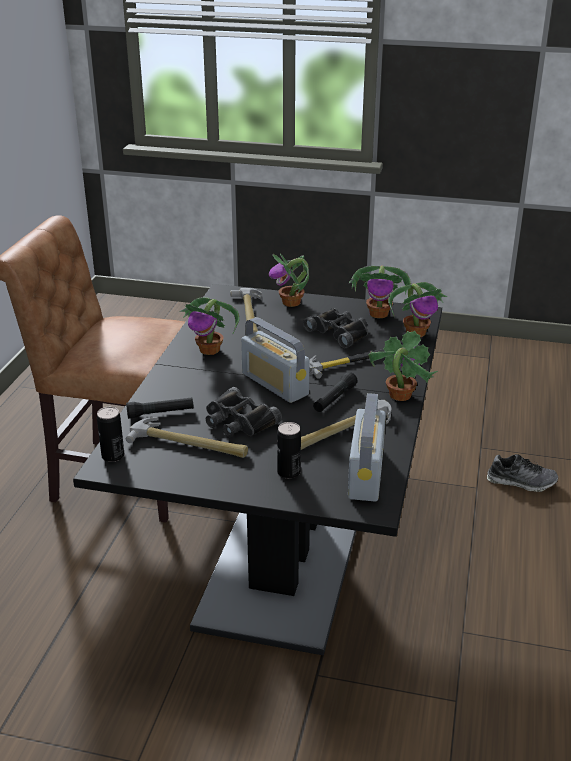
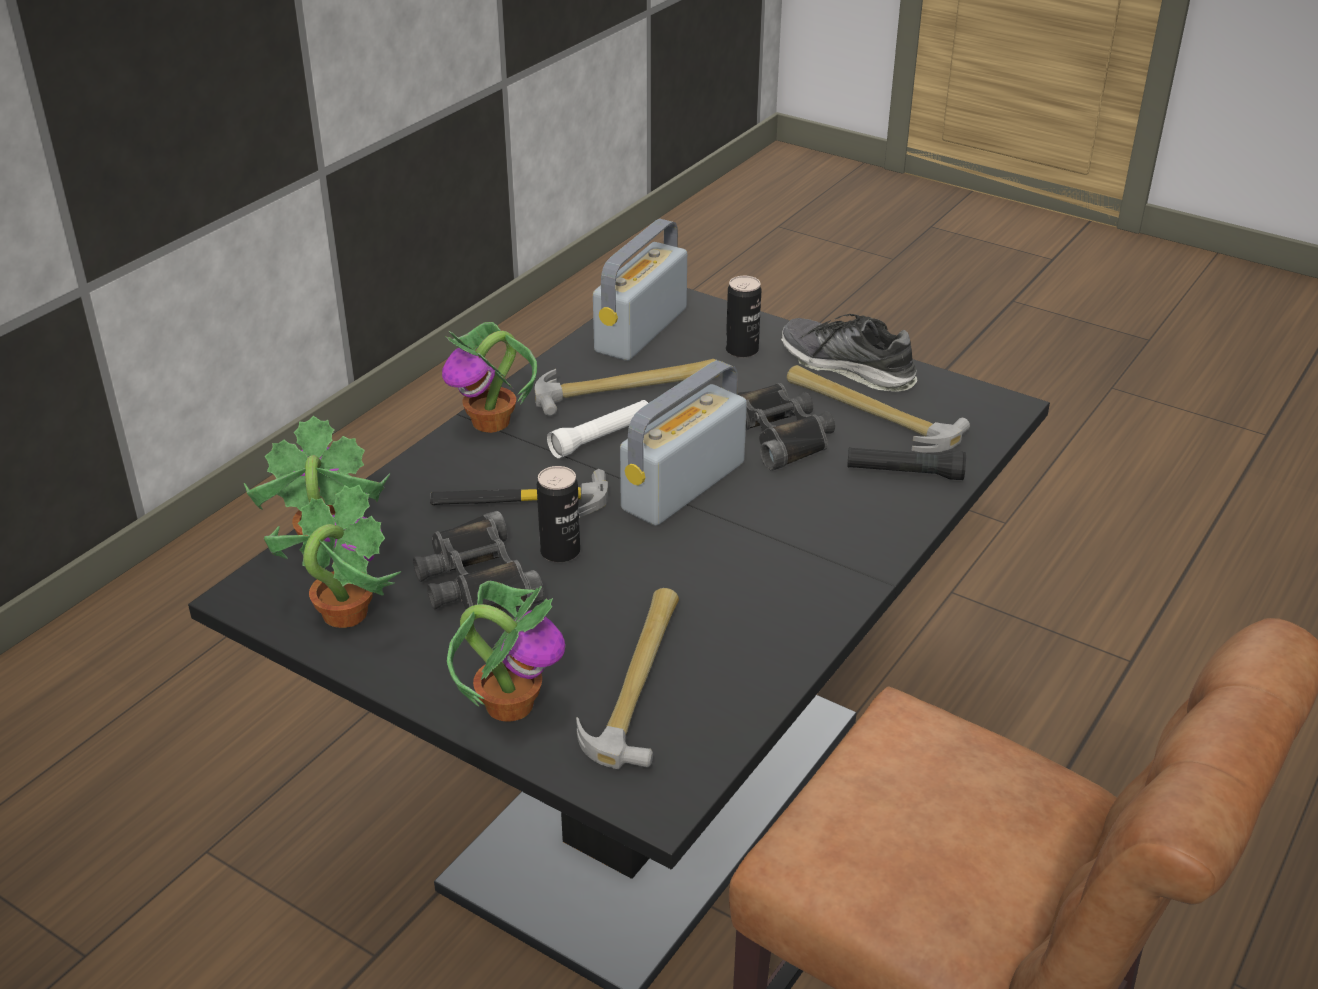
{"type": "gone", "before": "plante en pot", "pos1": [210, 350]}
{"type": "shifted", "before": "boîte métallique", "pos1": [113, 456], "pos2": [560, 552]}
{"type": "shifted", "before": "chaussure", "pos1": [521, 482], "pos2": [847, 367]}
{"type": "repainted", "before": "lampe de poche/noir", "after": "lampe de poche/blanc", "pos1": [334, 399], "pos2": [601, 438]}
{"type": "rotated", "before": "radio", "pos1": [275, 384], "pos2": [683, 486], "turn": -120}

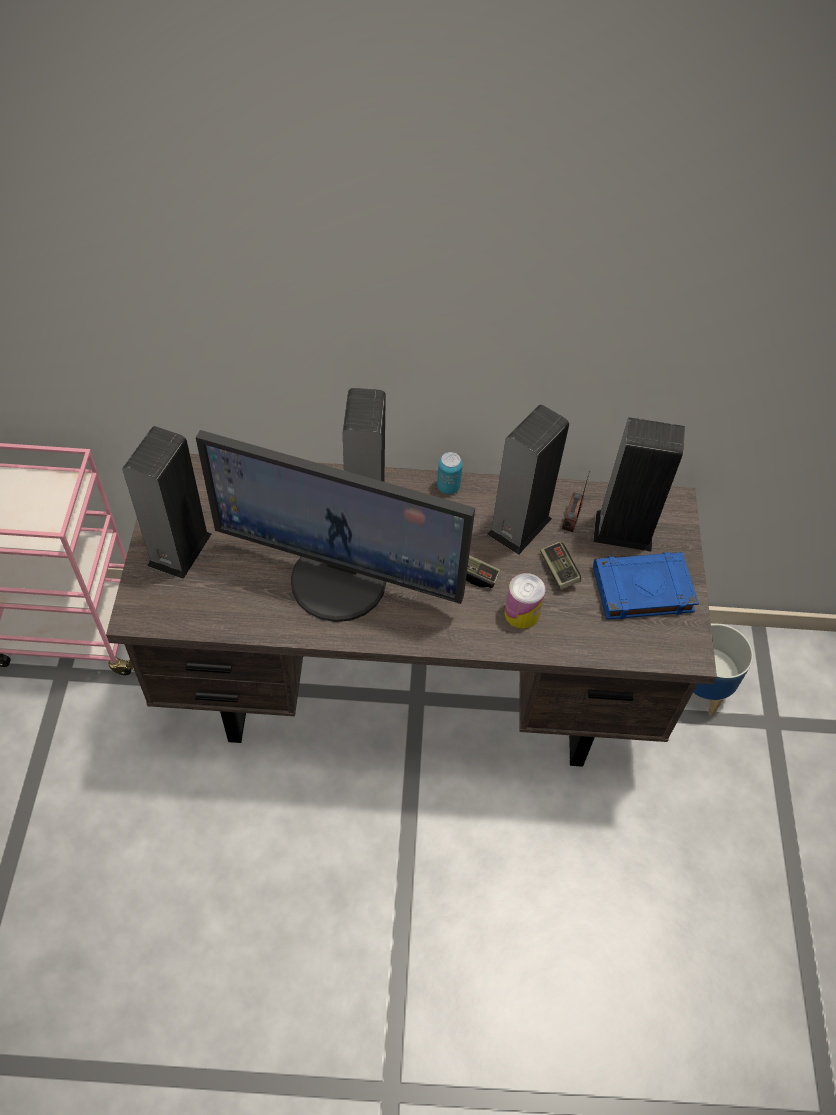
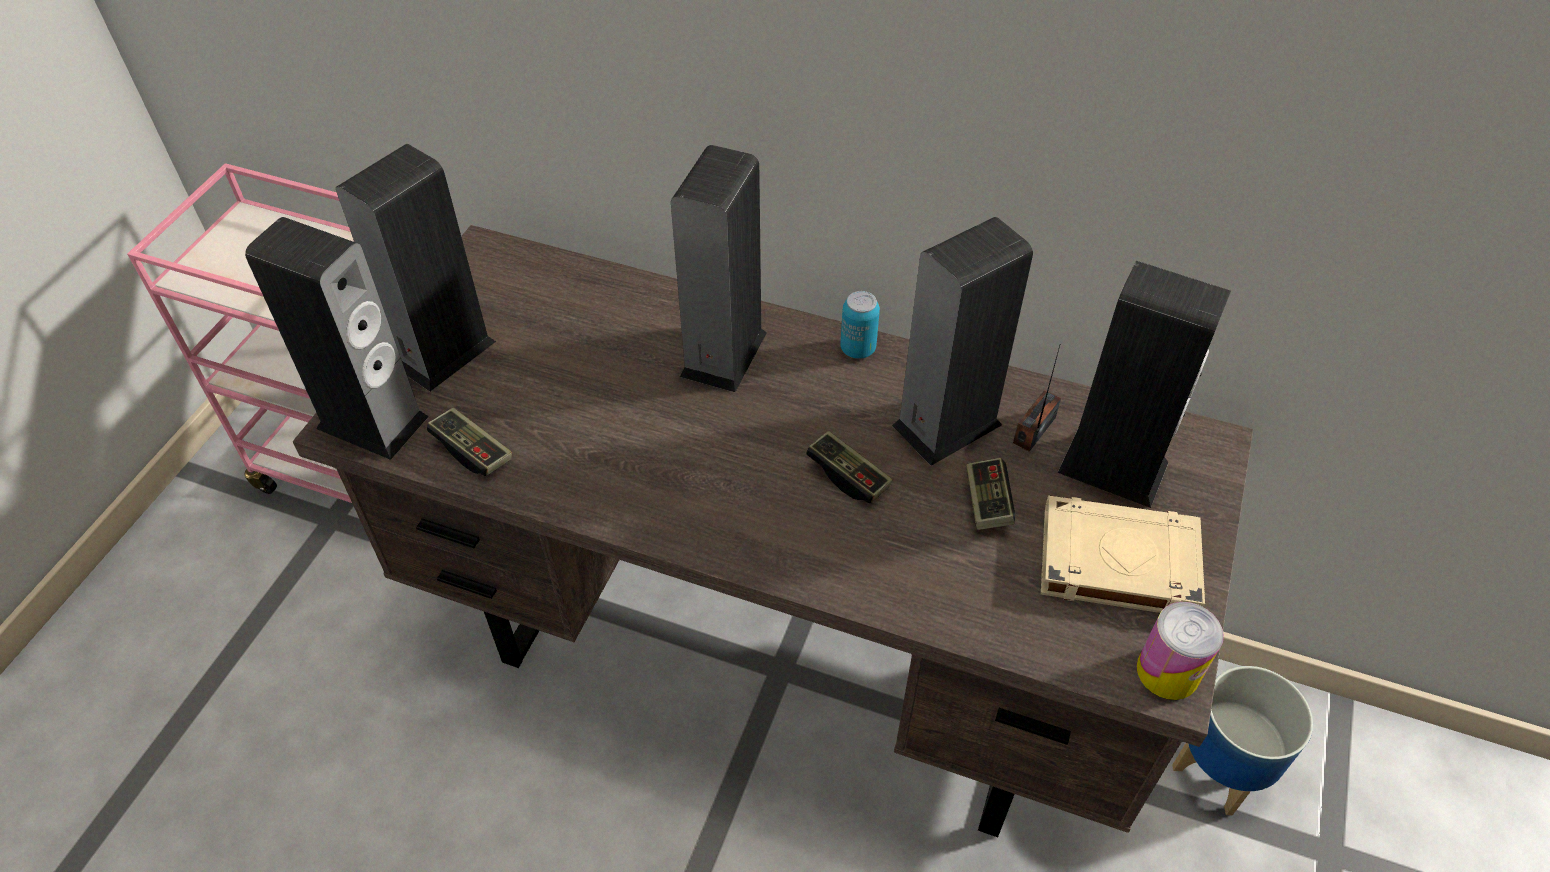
{"type": "gone", "before": "écran d'ordinateur", "pos1": [340, 579]}
{"type": "new", "after": "enceinte", "pos2": [372, 422]}
{"type": "new", "after": "manette", "pos2": [472, 451]}
{"type": "shifted", "before": "boîte métallique", "pos1": [521, 613], "pos2": [1167, 671]}
{"type": "repainted", "before": "livre/bleu", "after": "livre/beige", "pos1": [641, 590], "pos2": [1115, 562]}

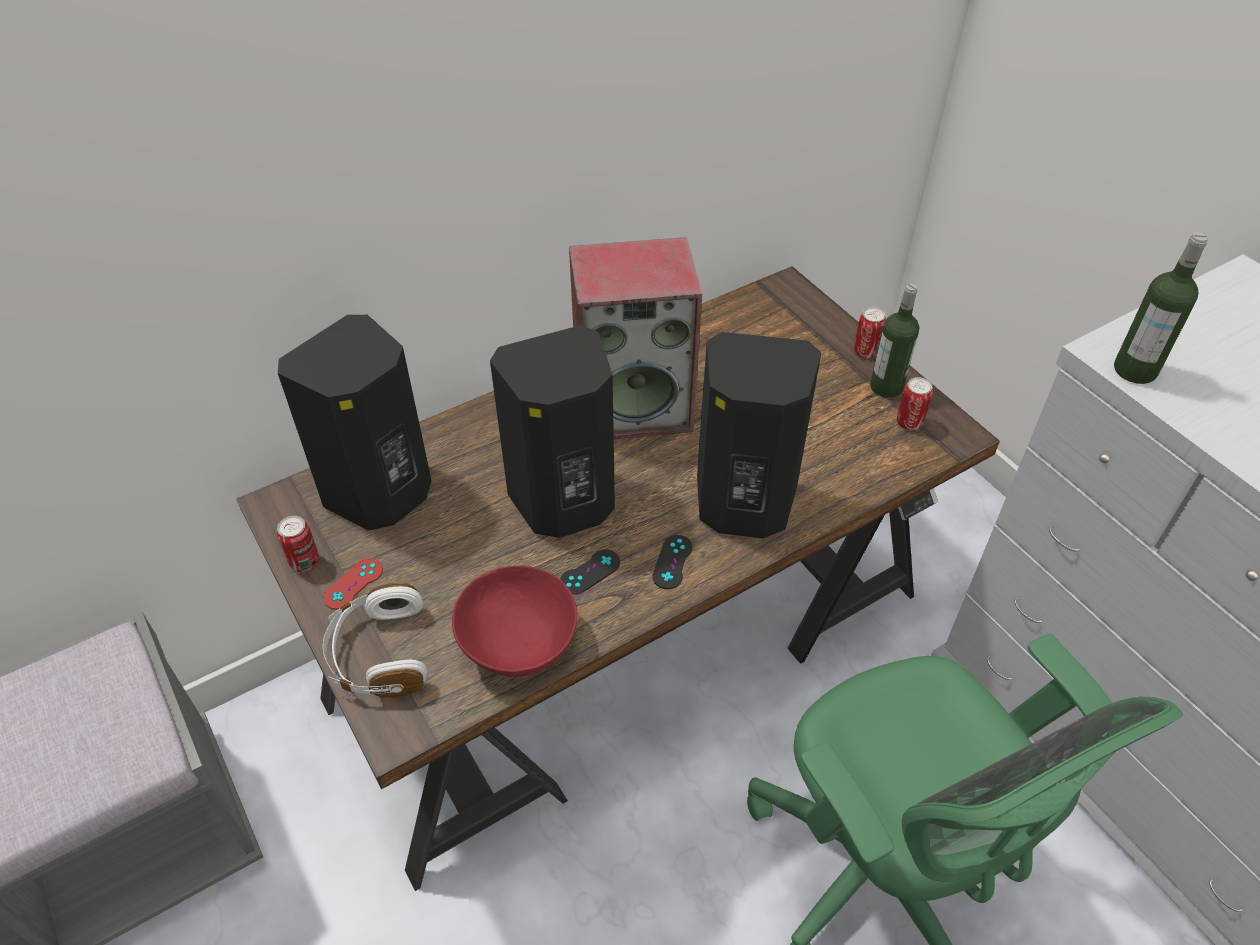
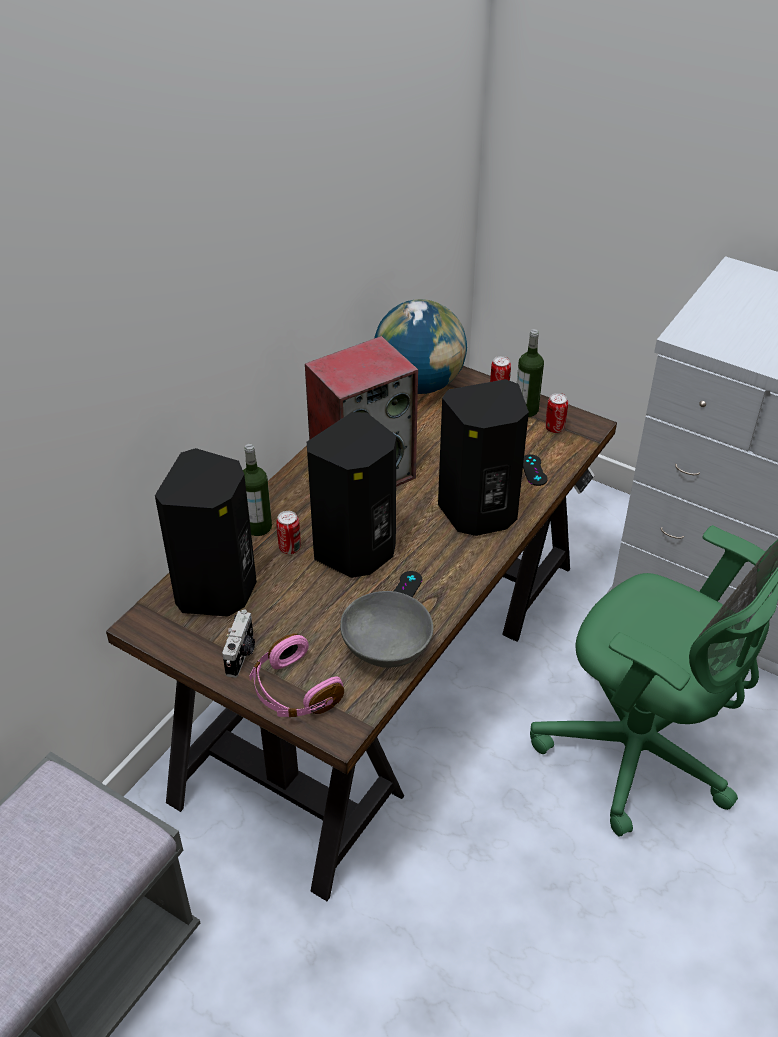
{"type": "new", "after": "globe", "pos2": [419, 384]}
{"type": "shifted", "before": "boîte métallique", "pos1": [305, 562], "pos2": [290, 548]}
{"type": "shifted", "before": "manette/noir", "pos1": [672, 562], "pos2": [534, 470]}
{"type": "shifted", "before": "bouteille", "pos1": [1135, 370], "pos2": [258, 527]}
{"type": "swapped", "before": "manette/rouge", "after": "appareil photo", "pos1": [353, 584], "pos2": [241, 654]}
{"type": "repainted", "before": "casque audio/blanc", "after": "casque audio/rose", "pos1": [378, 655], "pos2": [293, 691]}
{"type": "repainted", "before": "bol/rouge", "after": "bol/gris", "pos1": [519, 643], "pos2": [386, 649]}

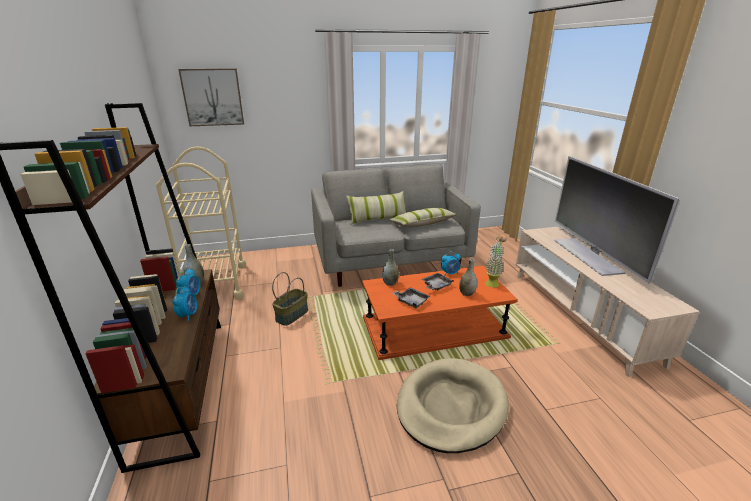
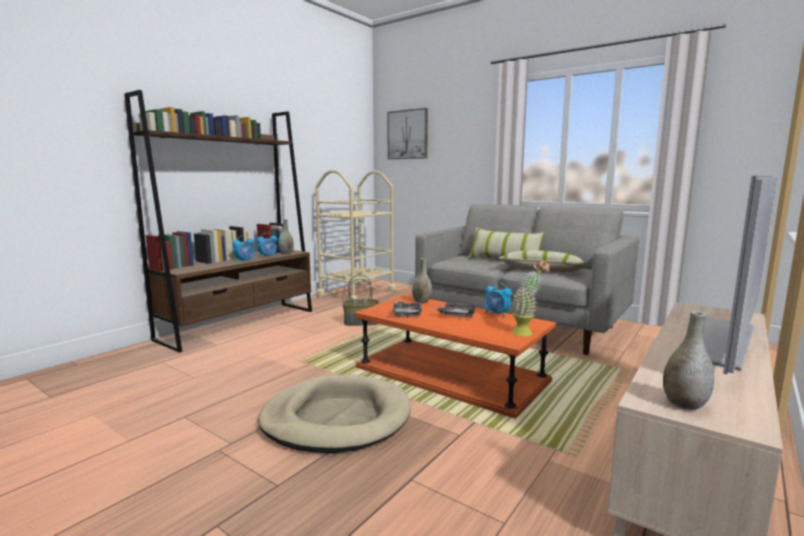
{"type": "shifted", "before": "vase/gris", "pos1": [467, 293], "pos2": [684, 404]}

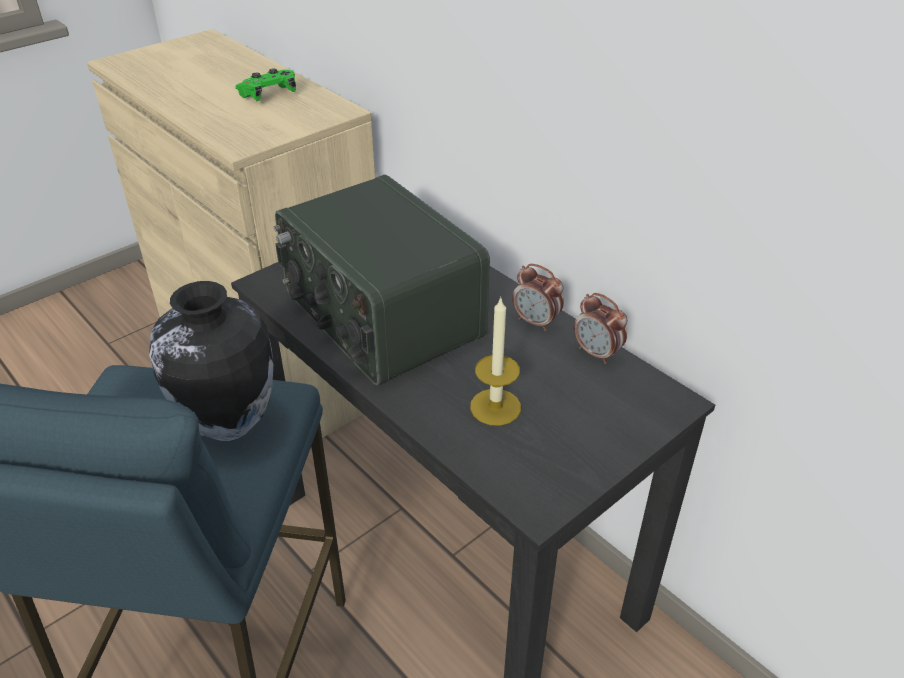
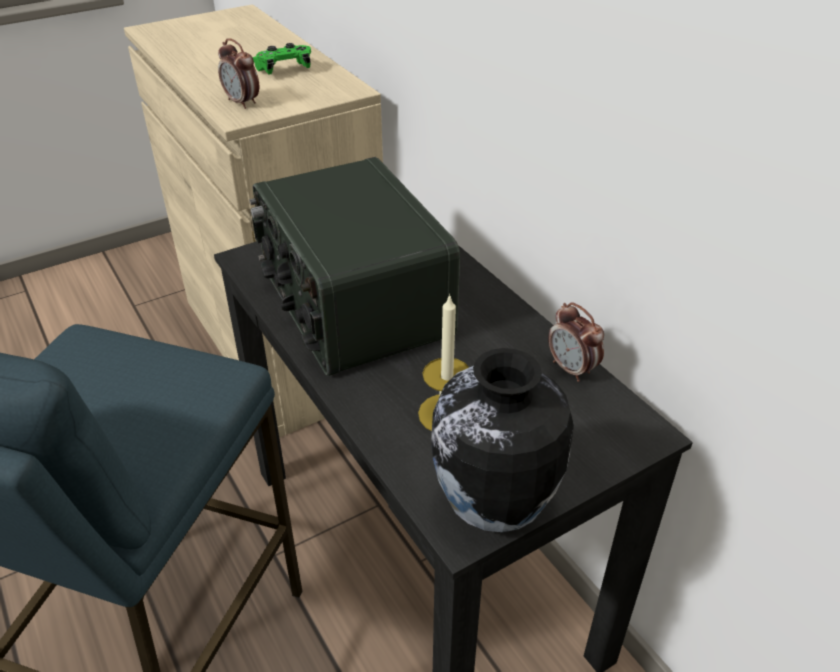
{"type": "shifted", "before": "vase", "pos1": [228, 426], "pos2": [492, 511]}
{"type": "shifted", "before": "réveil", "pos1": [536, 322], "pos2": [242, 103]}

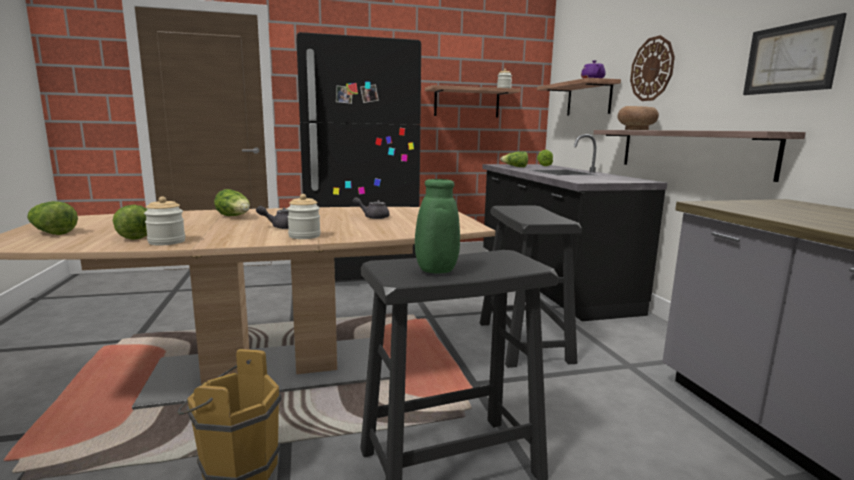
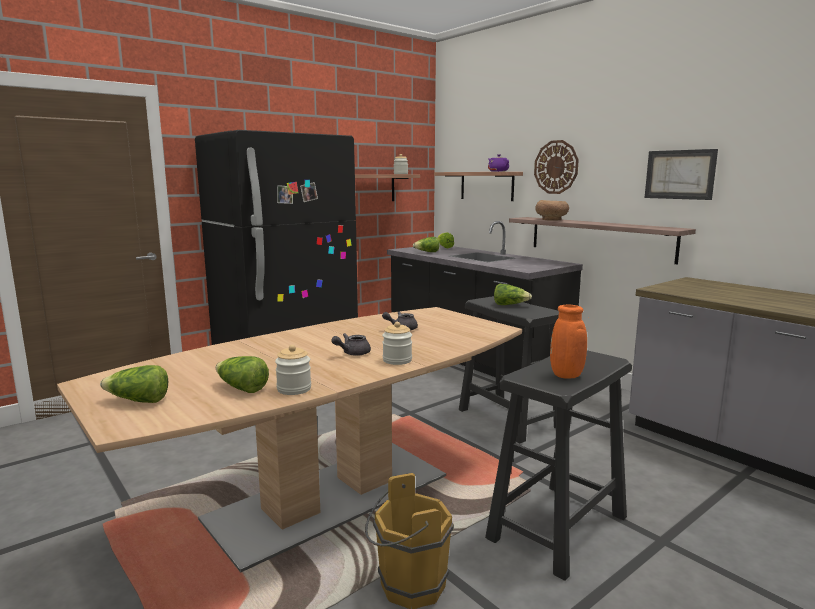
{"type": "shifted", "before": "laitue", "pos1": [235, 217], "pos2": [510, 305]}
{"type": "repainted", "before": "vase/vert", "after": "vase/orange", "pos1": [434, 272], "pos2": [566, 377]}

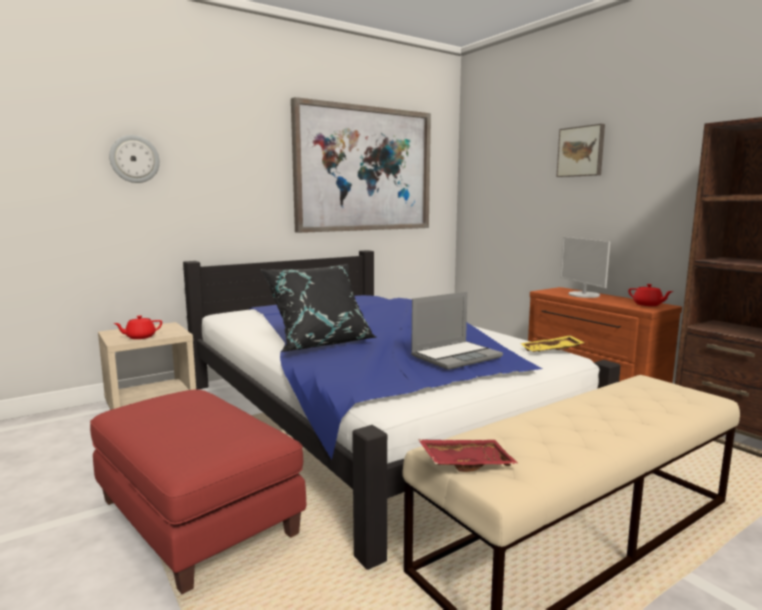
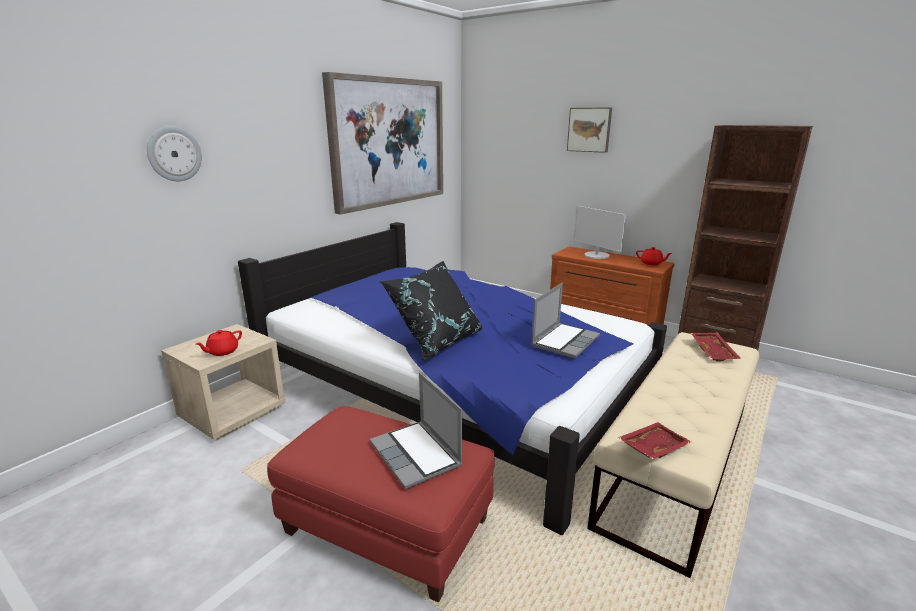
{"type": "gone", "before": "plateau/jaune", "pos1": [551, 351]}
{"type": "new", "after": "ordinateur portable", "pos2": [417, 455]}
{"type": "new", "after": "plateau/rouge", "pos2": [714, 352]}

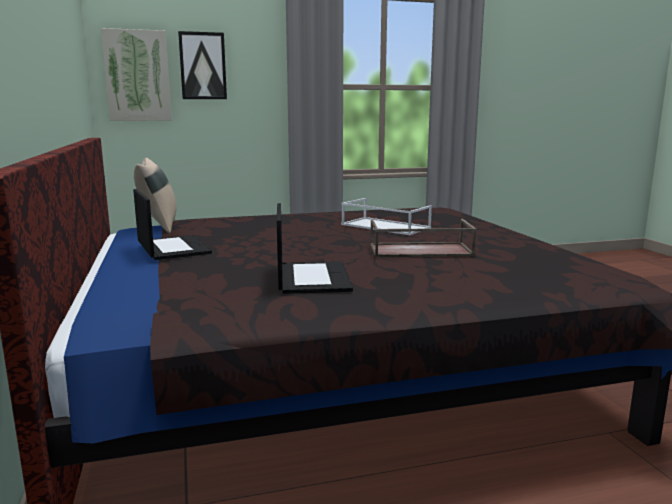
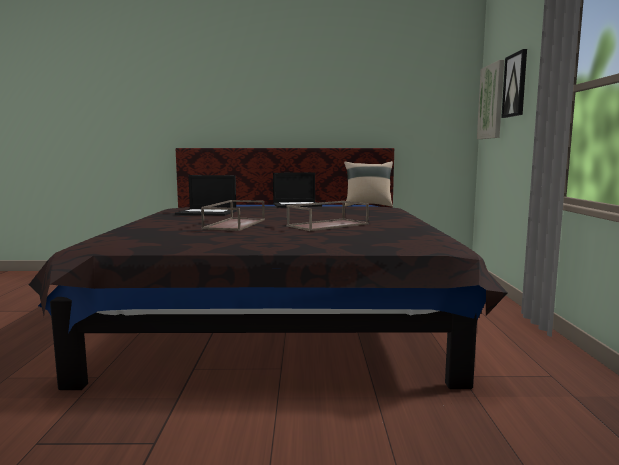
{"type": "repainted", "before": "plateau/blanc", "after": "plateau/marron", "pos1": [384, 226], "pos2": [328, 225]}

